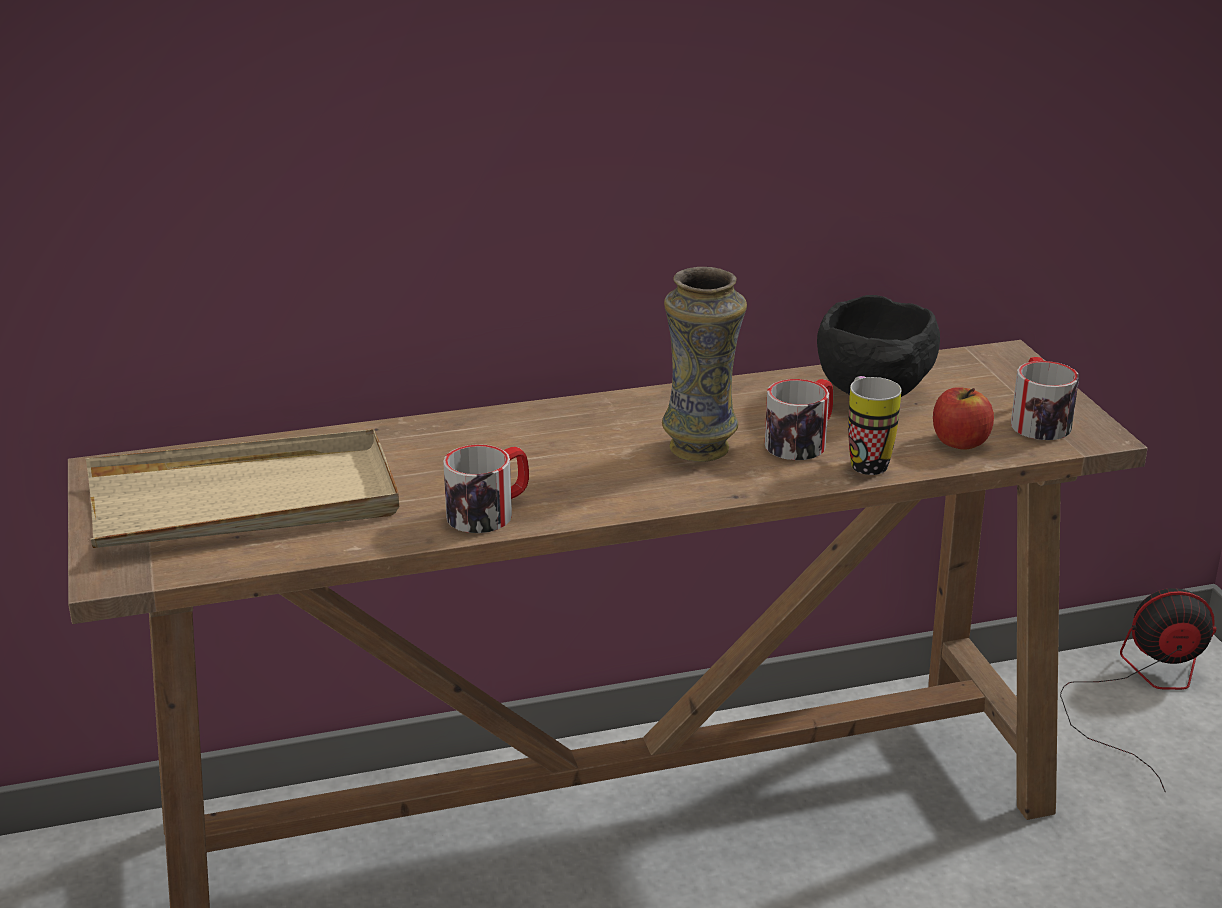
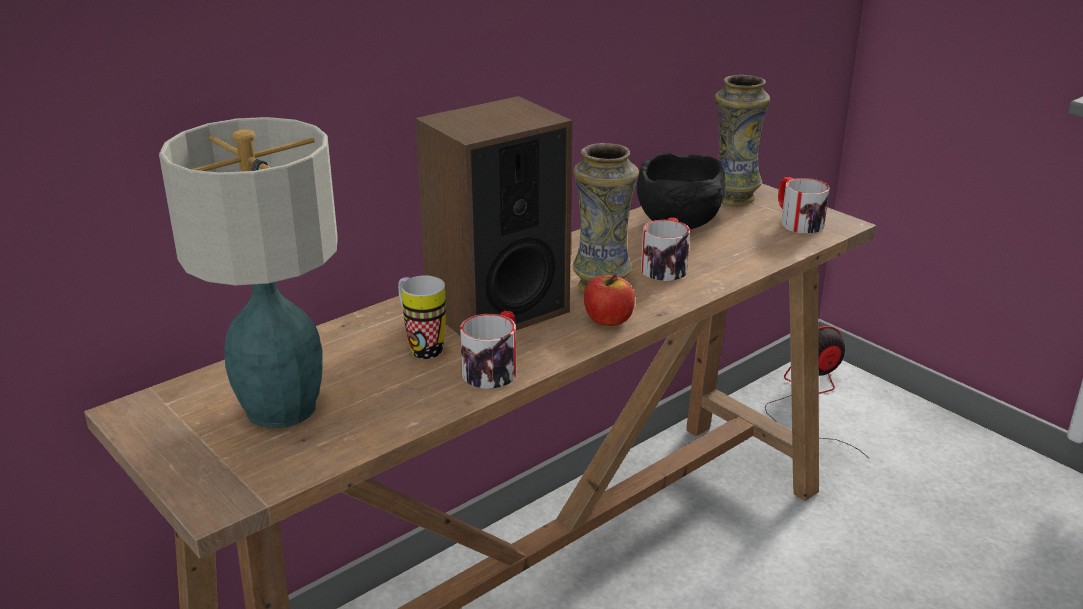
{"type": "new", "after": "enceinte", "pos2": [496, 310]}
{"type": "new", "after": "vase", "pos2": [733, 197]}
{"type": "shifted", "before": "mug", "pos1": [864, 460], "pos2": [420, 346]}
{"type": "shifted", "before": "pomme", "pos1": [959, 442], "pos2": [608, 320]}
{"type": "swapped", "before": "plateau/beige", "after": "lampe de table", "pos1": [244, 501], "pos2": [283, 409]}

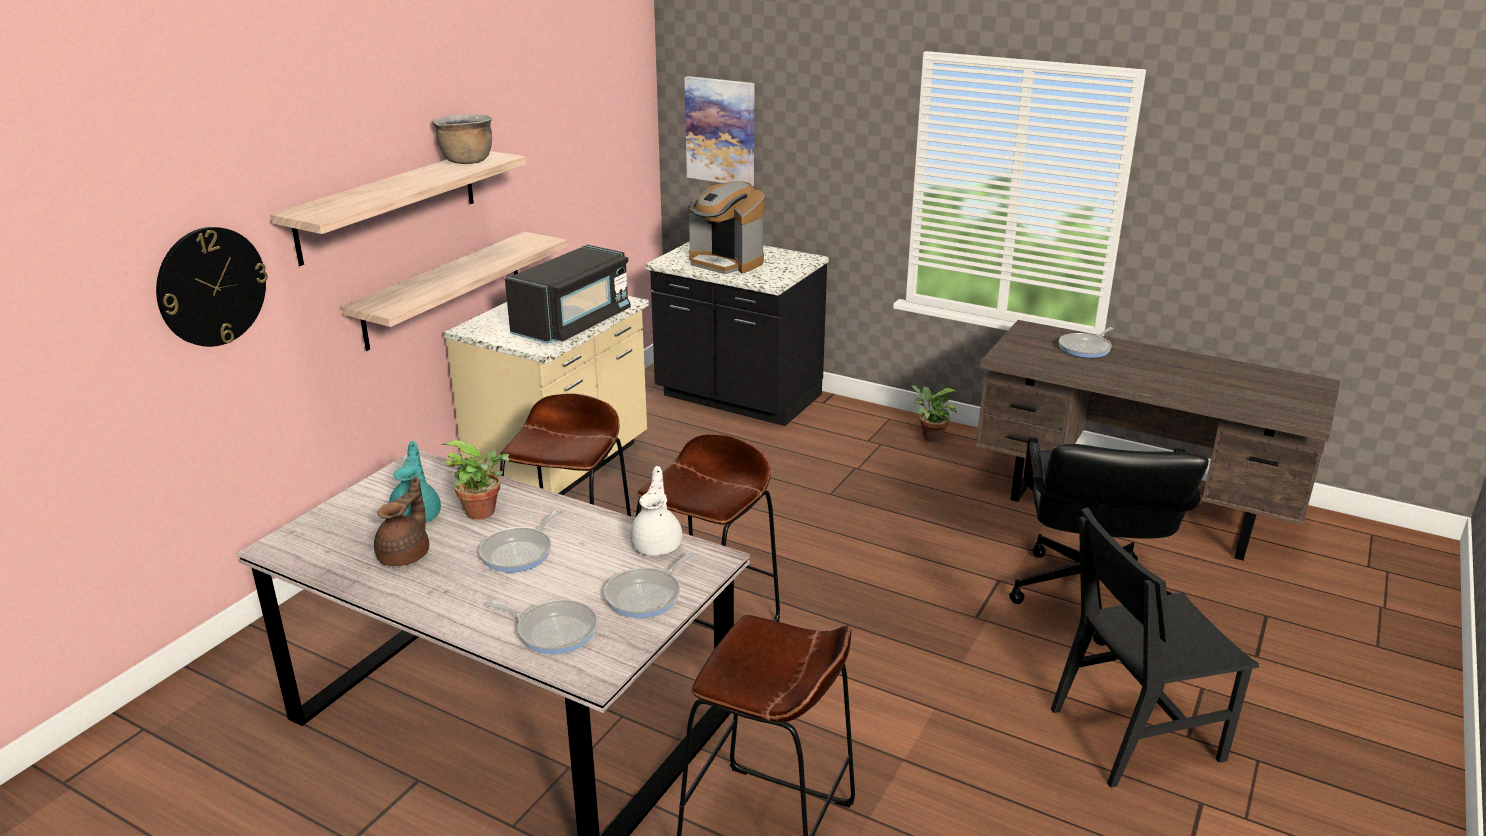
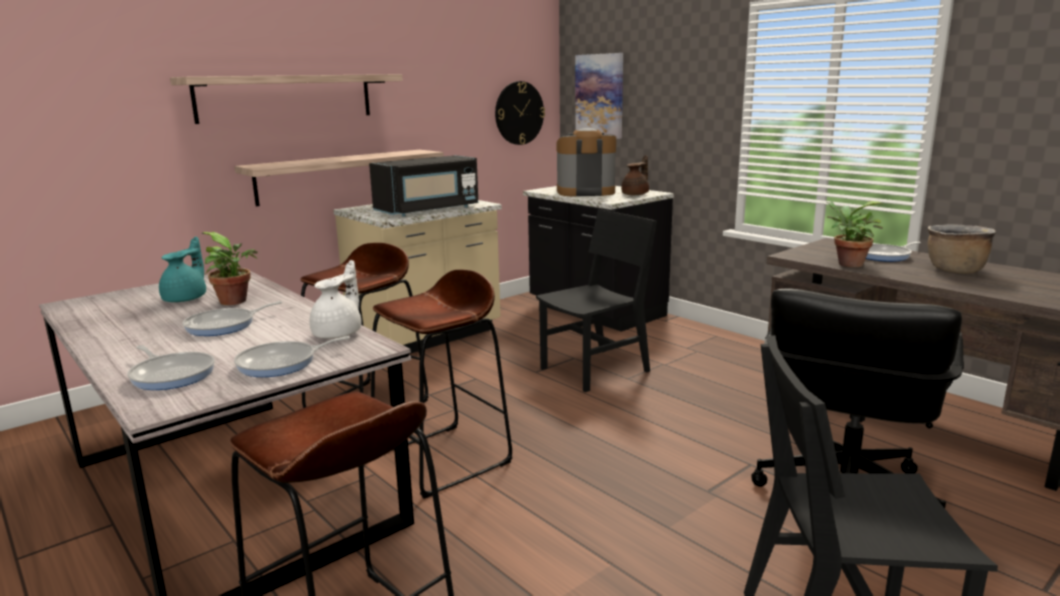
{"type": "new", "after": "chaise/noir", "pos2": [595, 370]}
{"type": "shifted", "before": "horloge murale", "pos1": [211, 286], "pos2": [519, 113]}
{"type": "shifted", "before": "théière/marron", "pos1": [406, 555], "pos2": [636, 194]}
{"type": "shifted", "before": "marmite/marron", "pos1": [466, 161], "pos2": [954, 270]}
{"type": "shifted", "before": "plante en pot", "pos1": [929, 437], "pos2": [847, 264]}
{"type": "rotated", "before": "machine à café", "pos1": [726, 262], "pos2": [585, 192], "turn": 120}

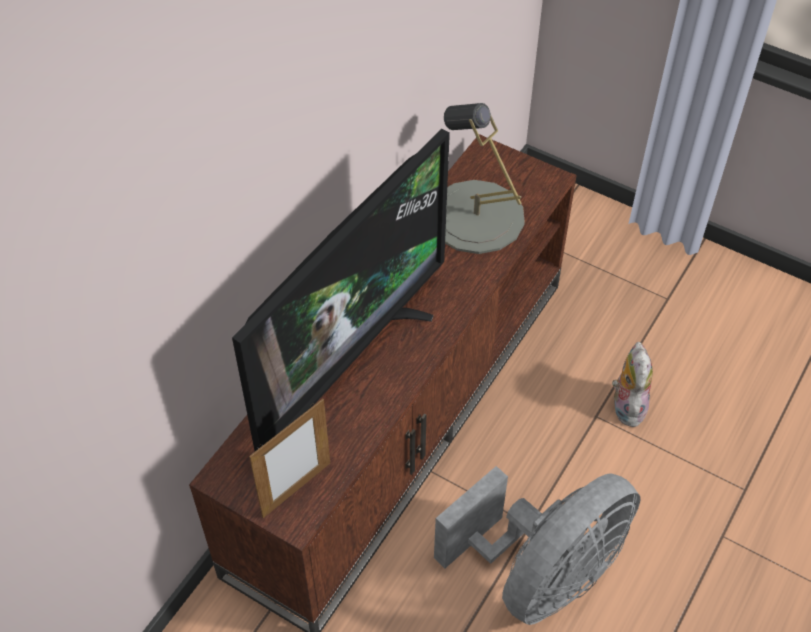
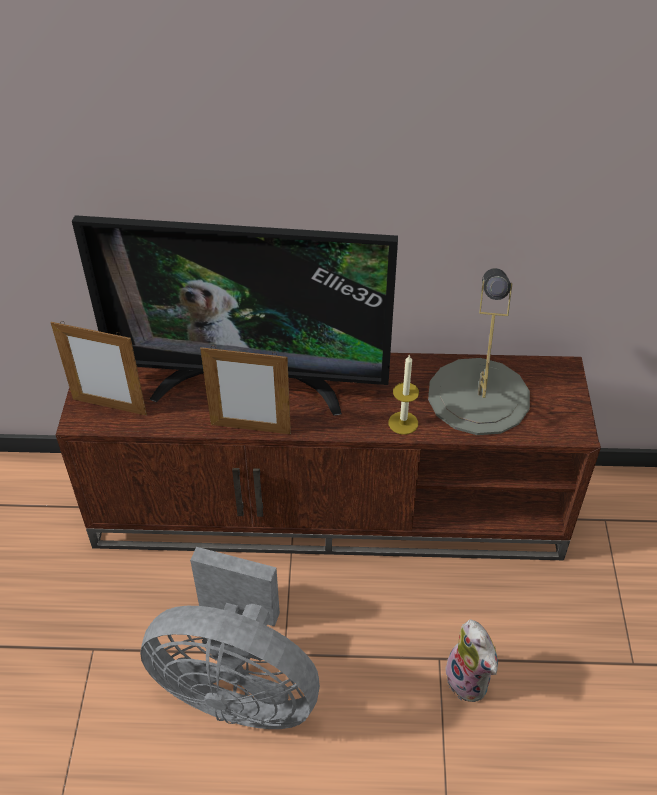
{"type": "new", "after": "cadre photo", "pos2": [250, 429]}
{"type": "new", "after": "bougie", "pos2": [403, 423]}
{"type": "rotated", "before": "peluche", "pos1": [626, 406], "pos2": [470, 680], "turn": 90}

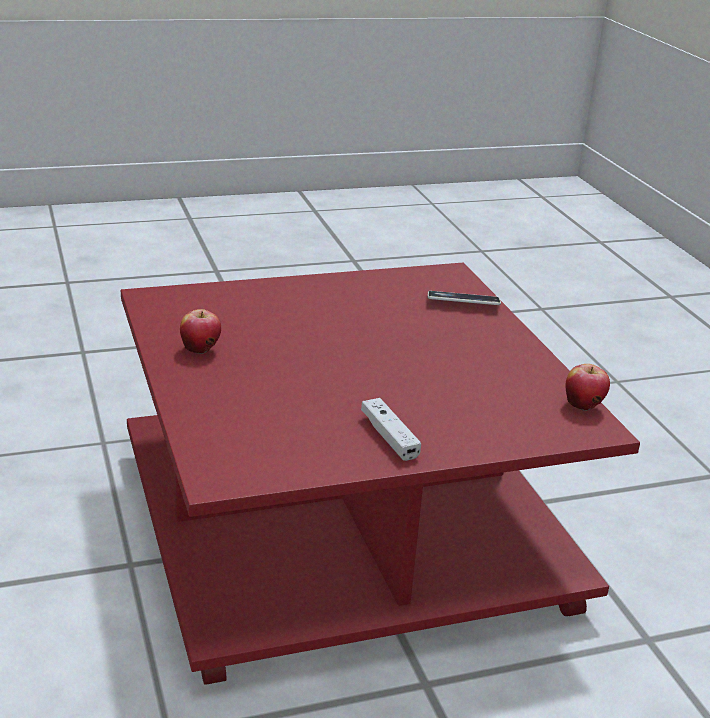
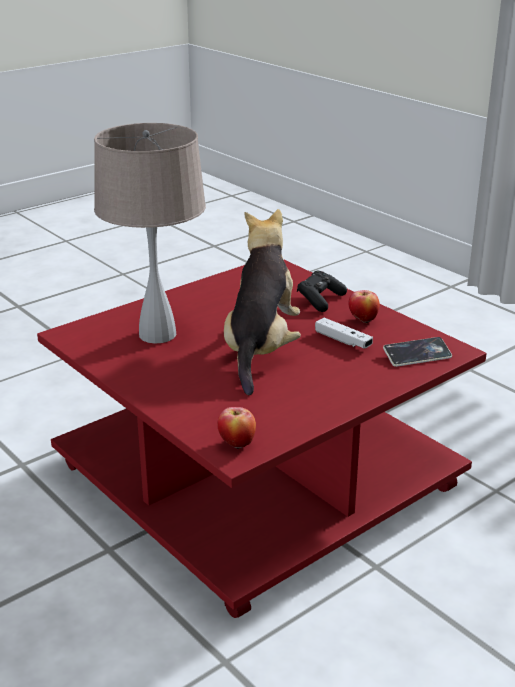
{"type": "new", "after": "lampe de table/beige", "pos2": [157, 334]}
{"type": "new", "after": "peluche", "pos2": [261, 349]}
{"type": "new", "after": "manette/noir", "pos2": [320, 300]}
{"type": "shifted", "before": "manette/blanc", "pos1": [389, 437], "pos2": [343, 340]}
{"type": "shifted", "before": "téléphone", "pos1": [463, 303], "pos2": [417, 356]}
{"type": "shifted", "before": "pomme", "pos1": [583, 406], "pos2": [236, 444]}

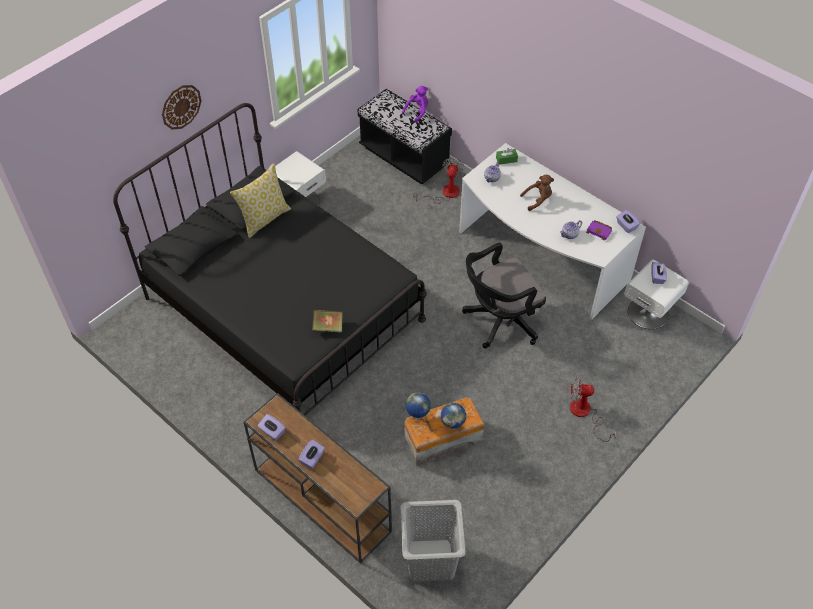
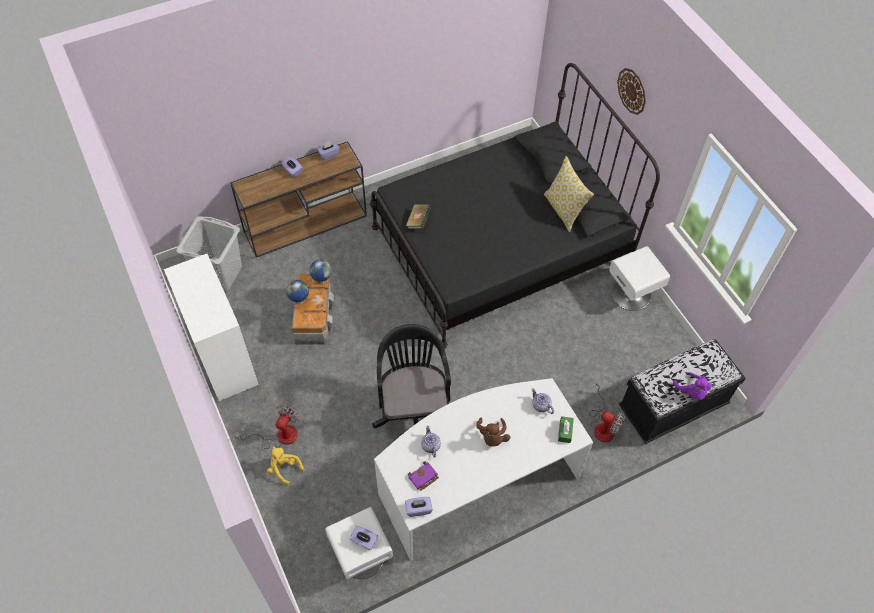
{"type": "new", "after": "commode/blanc", "pos2": [224, 358]}
{"type": "new", "after": "peluche/jaune", "pos2": [284, 468]}

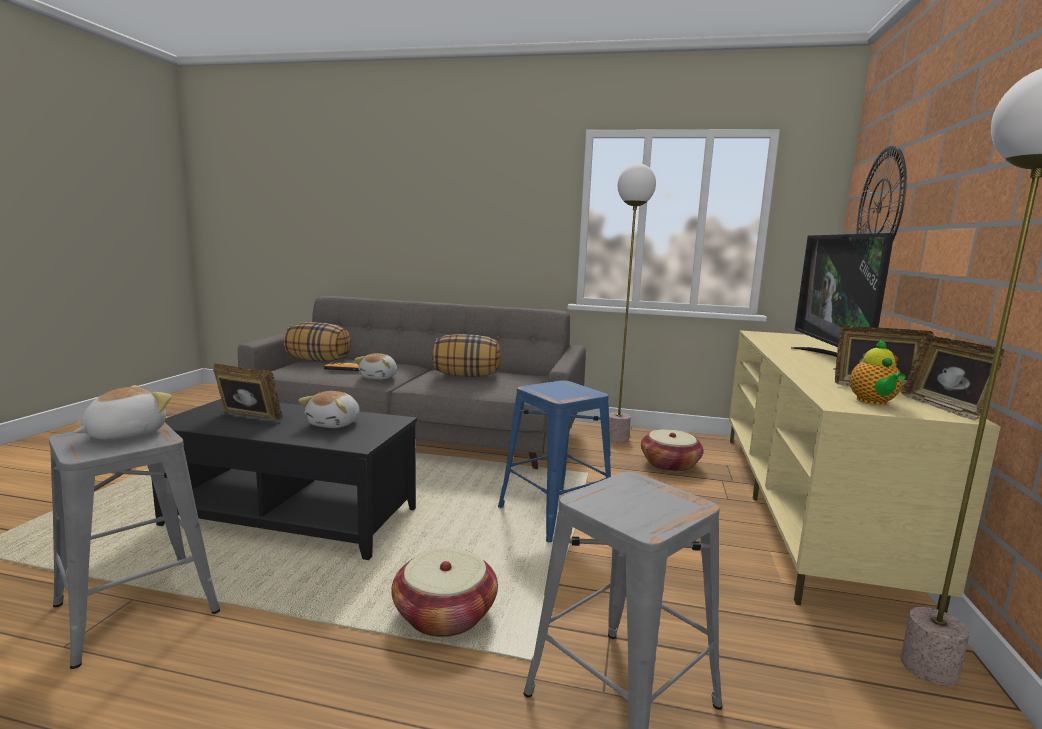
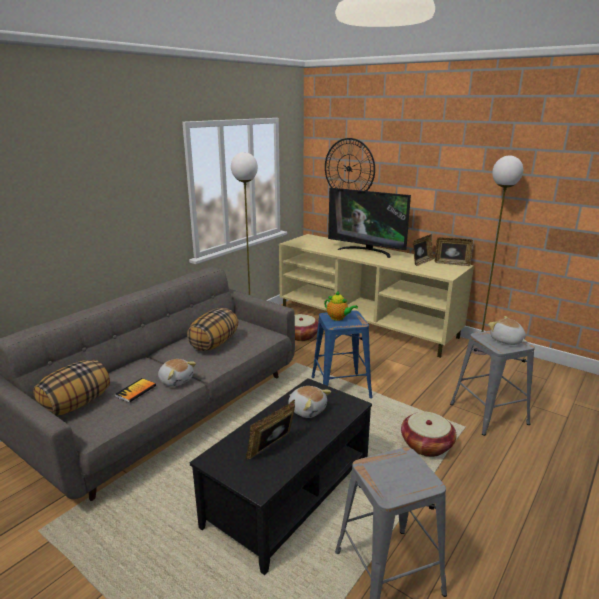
{"type": "shifted", "before": "peluche", "pos1": [124, 434], "pos2": [506, 341]}
{"type": "shifted", "before": "théière", "pos1": [873, 402], "pos2": [338, 318]}

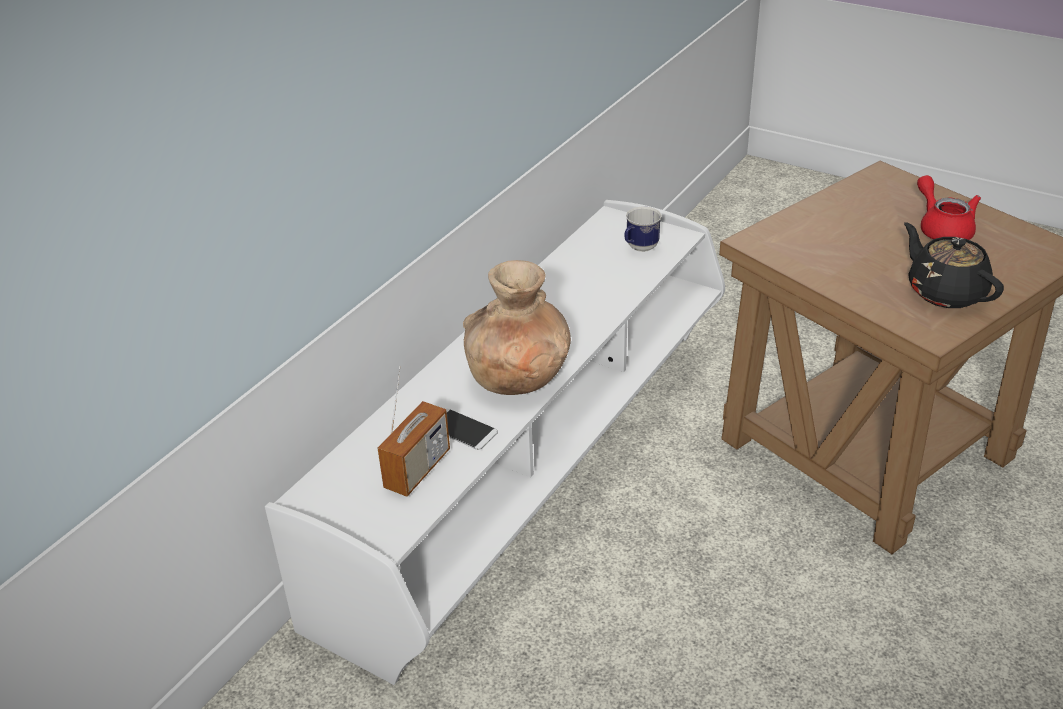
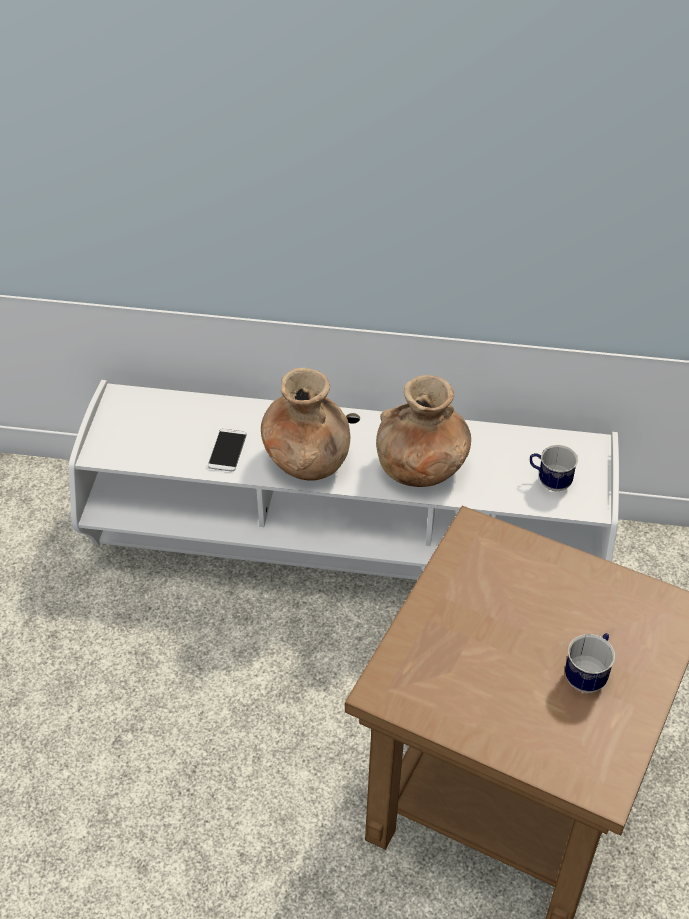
{"type": "gone", "before": "radio", "pos1": [417, 469]}
{"type": "gone", "before": "théière/noir", "pos1": [944, 292]}
{"type": "new", "after": "vase/marron", "pos2": [421, 468]}
{"type": "swapped", "before": "théière/rouge", "after": "mug", "pos1": [942, 228], "pos2": [588, 675]}

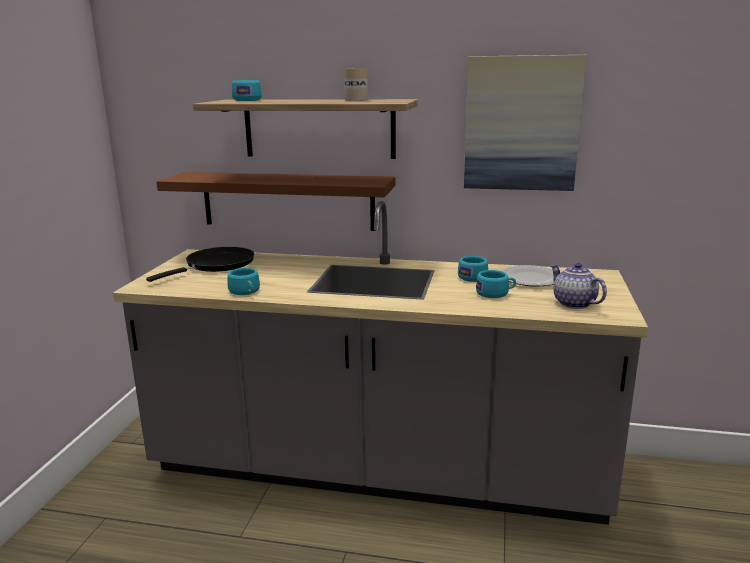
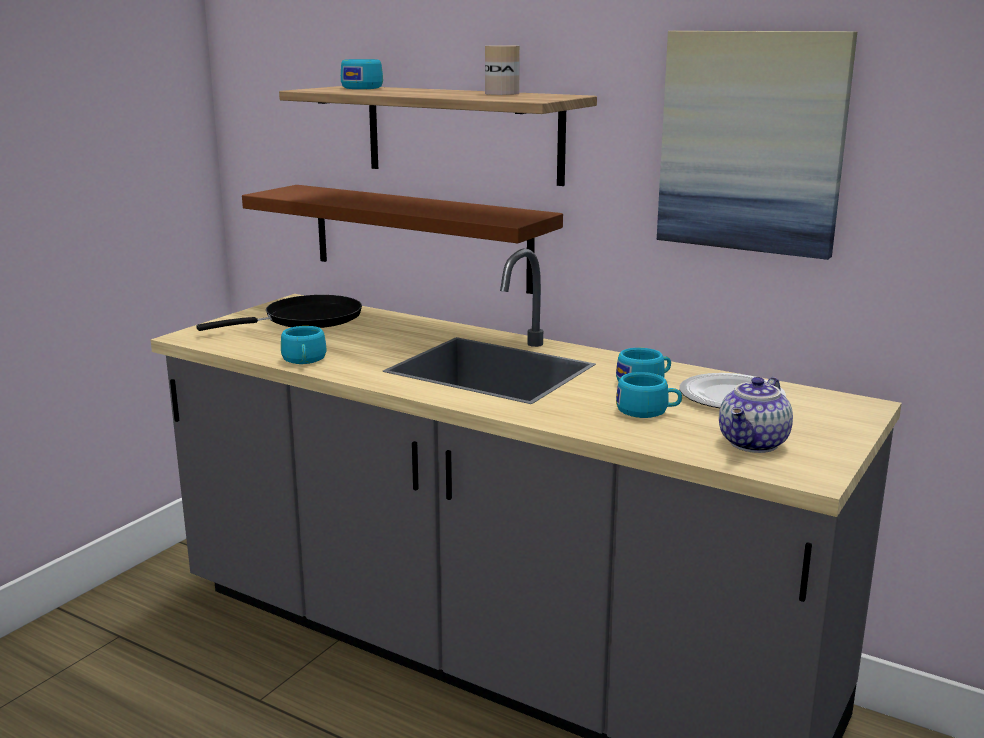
{"type": "rotated", "before": "théière", "pos1": [573, 303], "pos2": [754, 444], "turn": -135}

